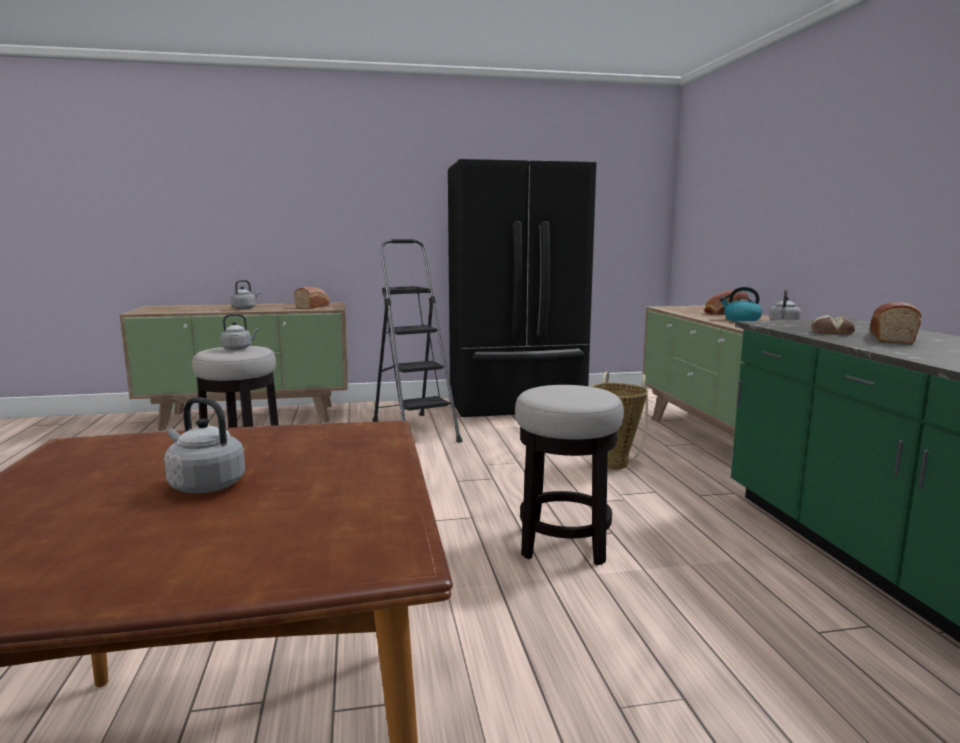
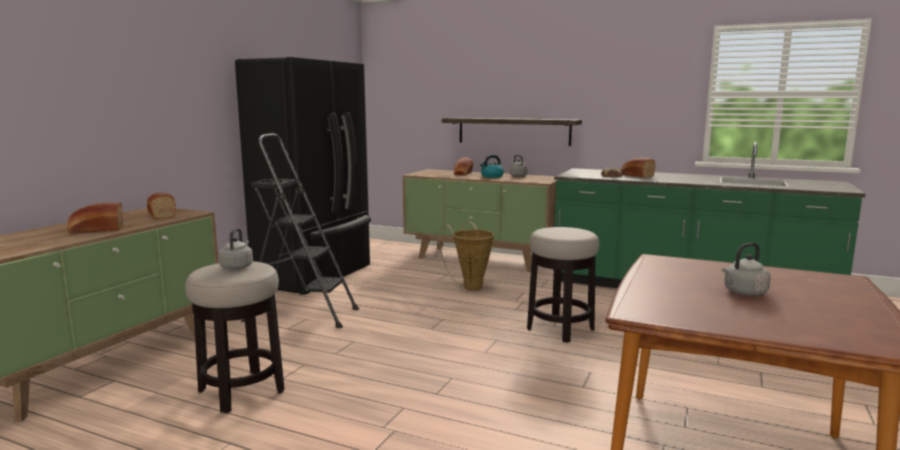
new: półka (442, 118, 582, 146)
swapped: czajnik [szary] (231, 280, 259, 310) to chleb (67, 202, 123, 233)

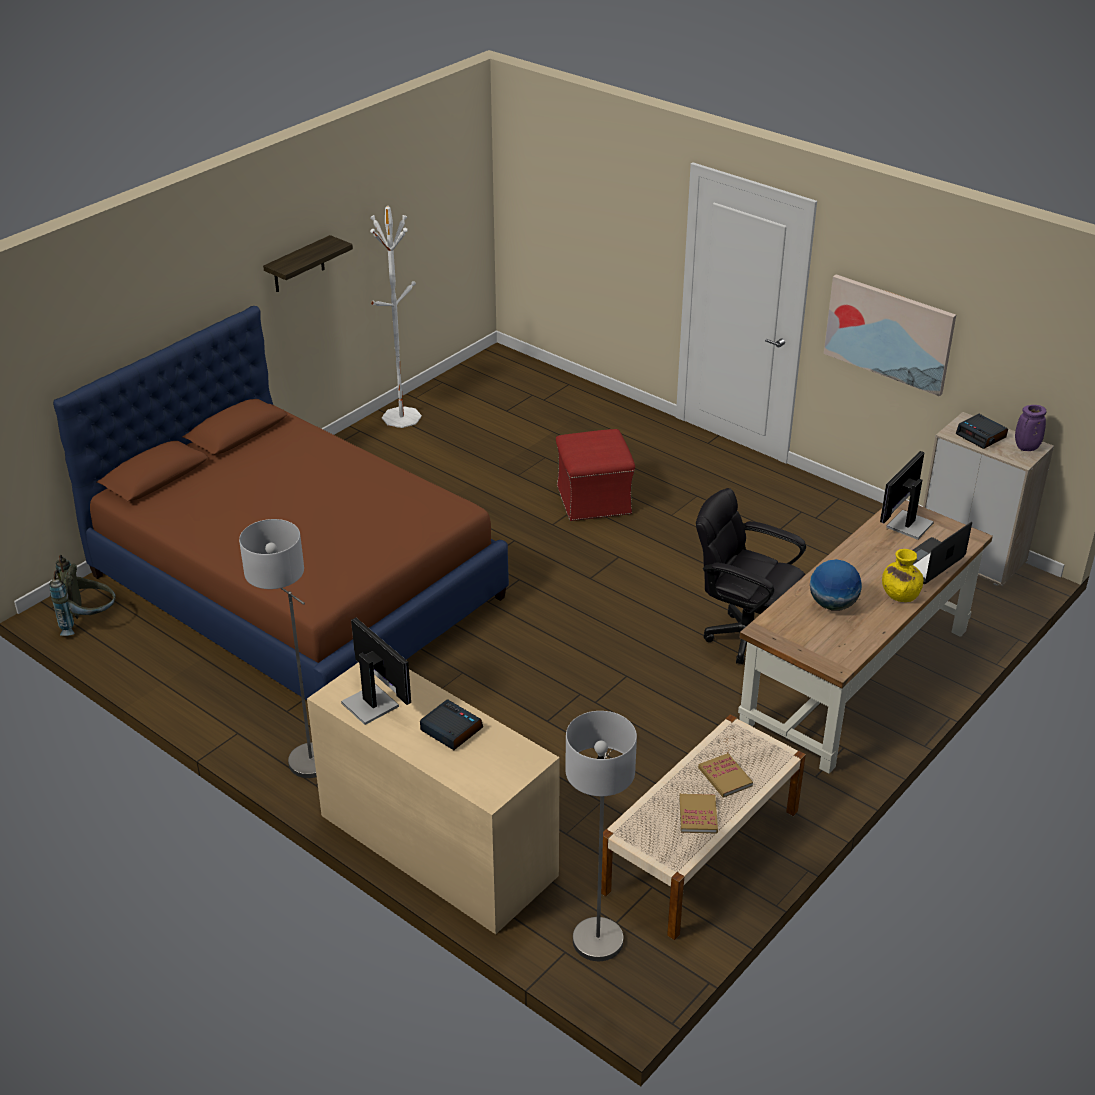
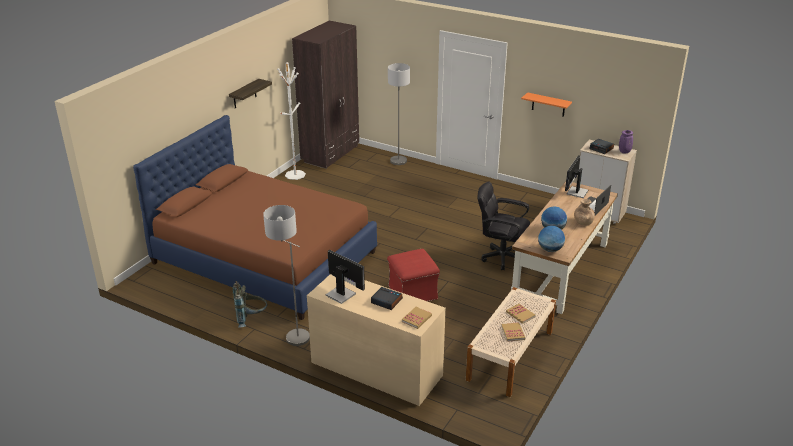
new: szafa [brązowy] (292, 21, 359, 169); książka (402, 307, 432, 329); globus (538, 226, 565, 252)
shifted: plecak [szary] (49, 555, 116, 636) to (233, 281, 267, 328); pufa [czerwony] (556, 429, 635, 521) to (387, 249, 440, 302); lampa stojąca [szary] (566, 711, 637, 961) to (388, 63, 410, 165)
swapped: obraz (824, 274, 956, 396) to półka [pomarańczowy] (521, 92, 572, 117)
repainted: wazon [żółty] (882, 549, 924, 602) to wazon [brązowy] (574, 199, 595, 225)

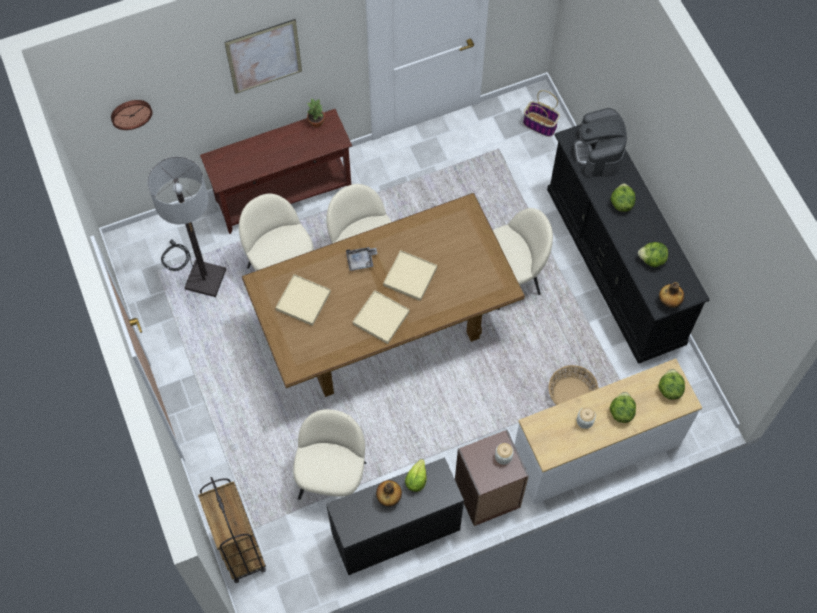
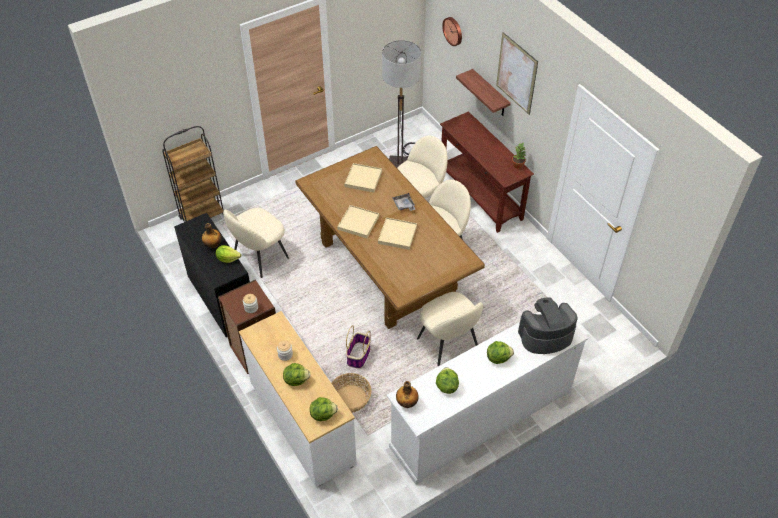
new: półka (456, 69, 511, 116)
shifted: koszyk (523, 90, 560, 137) to (346, 325, 371, 368)
repainted: szafka [czarny] (547, 124, 709, 364) to szafka [biały] (386, 307, 588, 485)
rotated: krzesło [beżowy] (293, 409, 367, 500) = (223, 208, 289, 278) 135 degrees clockwise

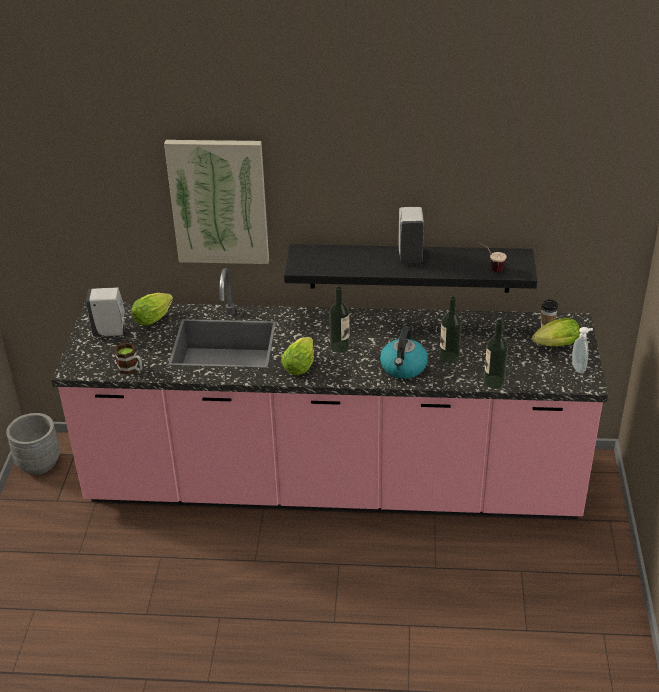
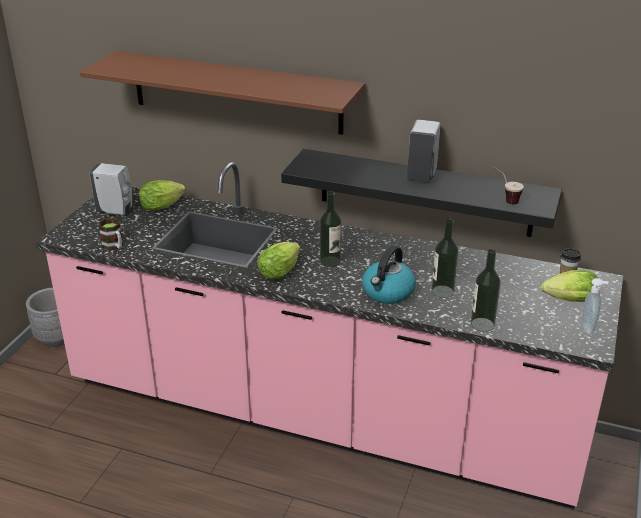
swapped: obraz (164, 140, 269, 264) to półka [brązowy] (80, 51, 365, 135)

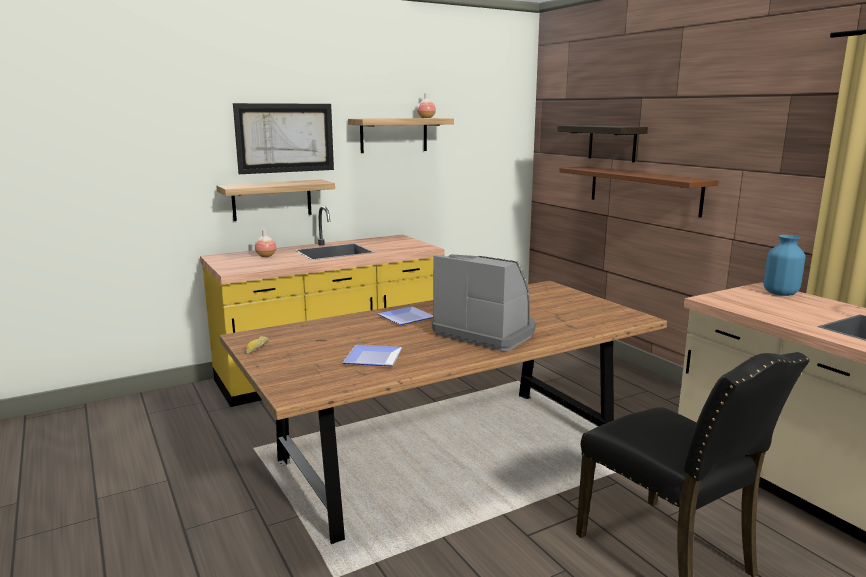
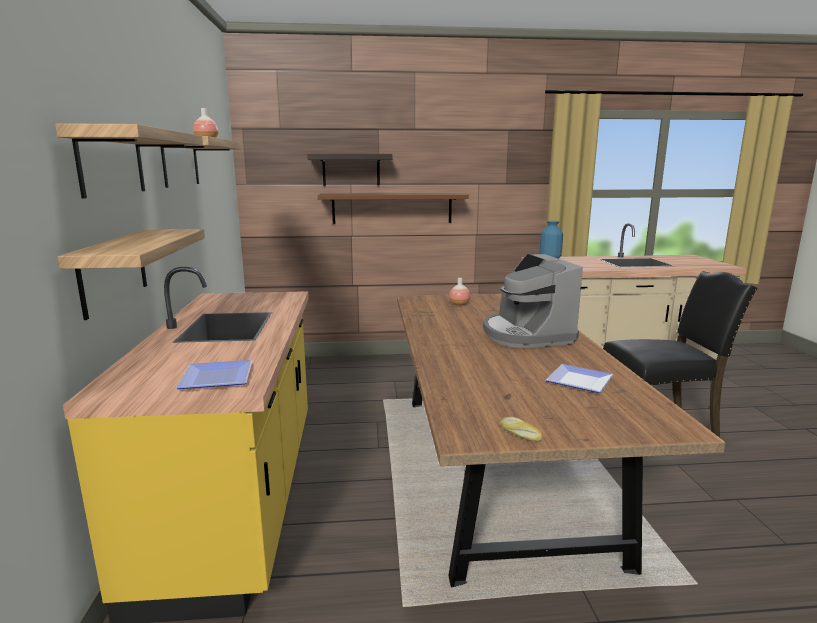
shifted: wazon (255, 229, 276, 257) to (449, 278, 470, 306); talerz (378, 306, 433, 325) to (176, 360, 252, 389)
swapped: obraz (233, 103, 334, 174) to półka (55, 123, 203, 198)
rotated: ekspres do kawy (432, 254, 536, 351) = (483, 254, 583, 348) 75 degrees counterclockwise

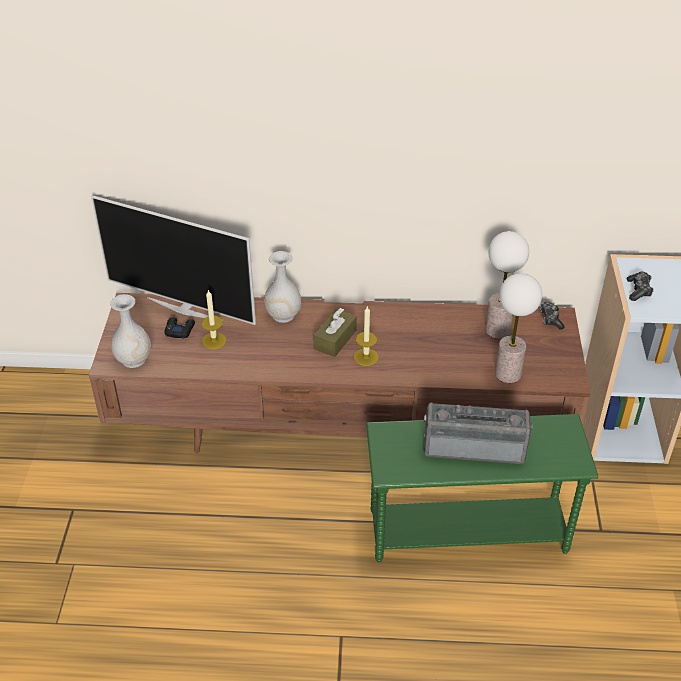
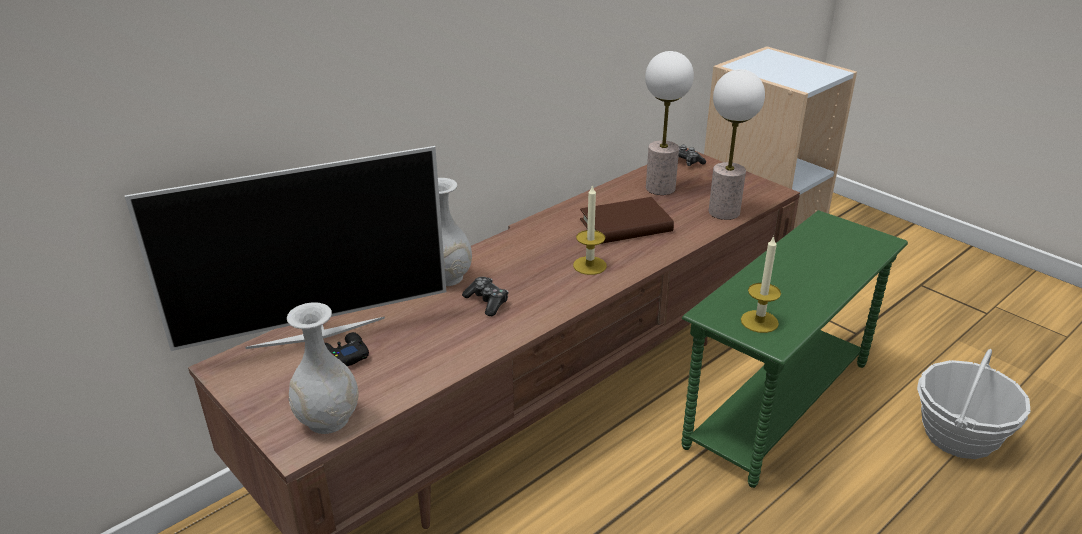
gone: pudełko chusteczek [brązowy] (314, 308, 357, 357); radio (424, 403, 533, 464)
new: książka [brązowy] (580, 197, 674, 244); koszyk (917, 349, 1031, 459)
shifted: świeca (201, 289, 227, 349) to (741, 236, 781, 333); pad do gier (627, 272, 654, 301) to (462, 277, 508, 316)

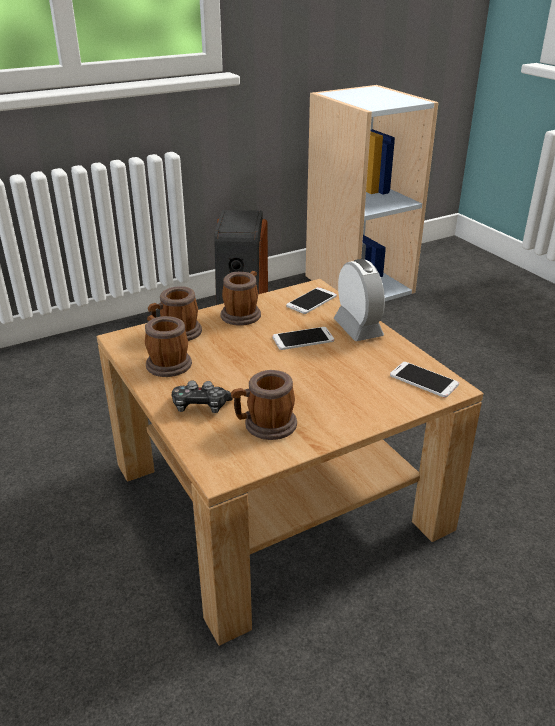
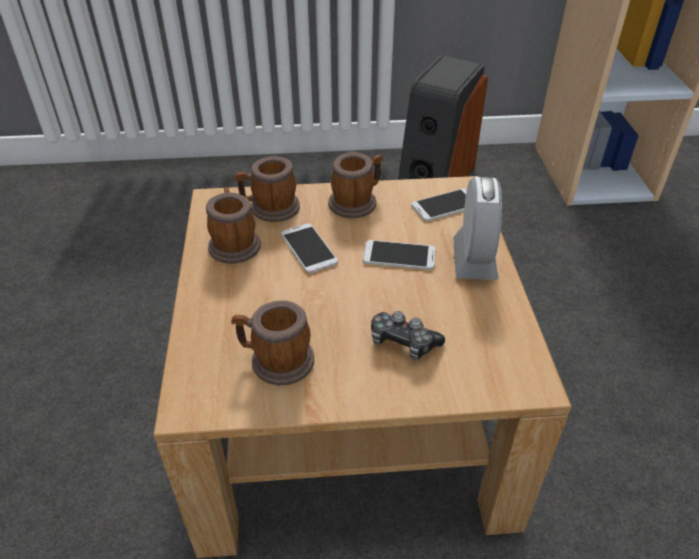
shifted: pad do gier (172, 380, 232, 413) to (371, 311, 445, 360); telefon (390, 362, 459, 398) to (281, 223, 338, 273)

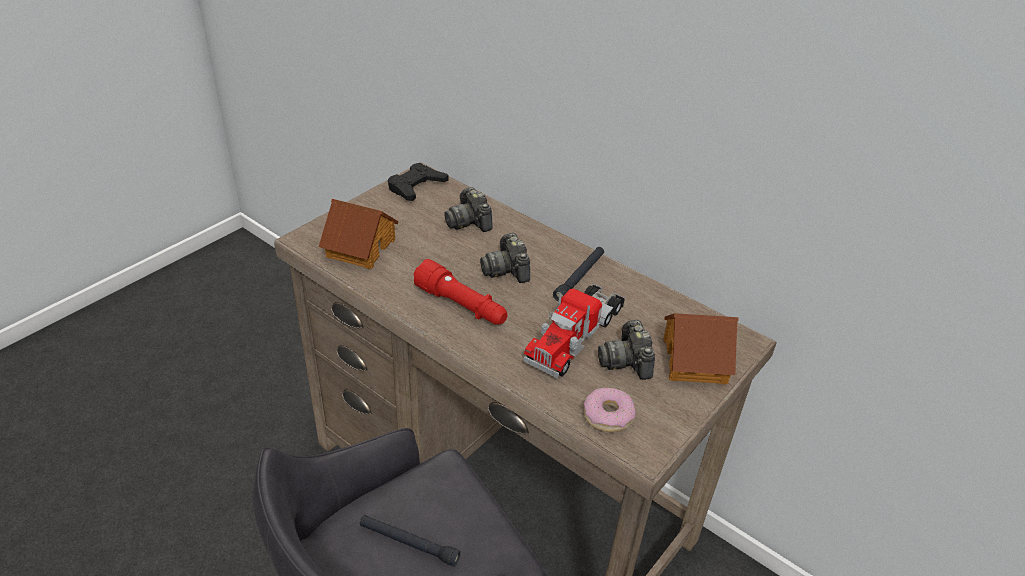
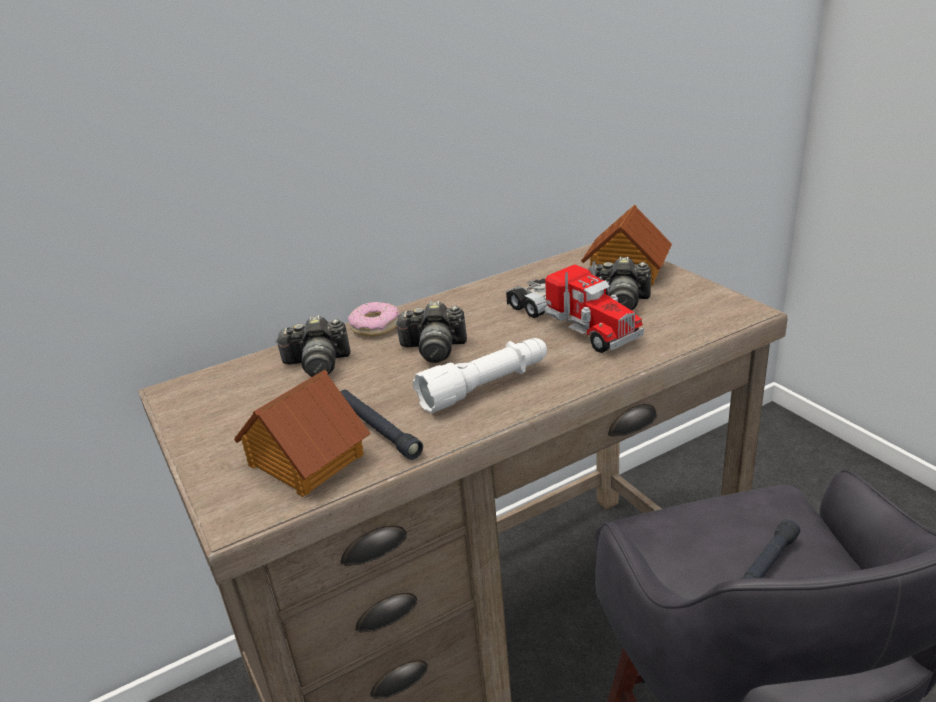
gone: pad do gier [czarny] (388, 163, 449, 201)
shifted: latarka [czarny] (553, 247, 604, 302) to (340, 390, 423, 460); donut (584, 387, 636, 432) to (348, 302, 399, 337)
repainted: latarka [czerwony] (413, 259, 508, 325) to latarka [biały] (413, 338, 547, 413)

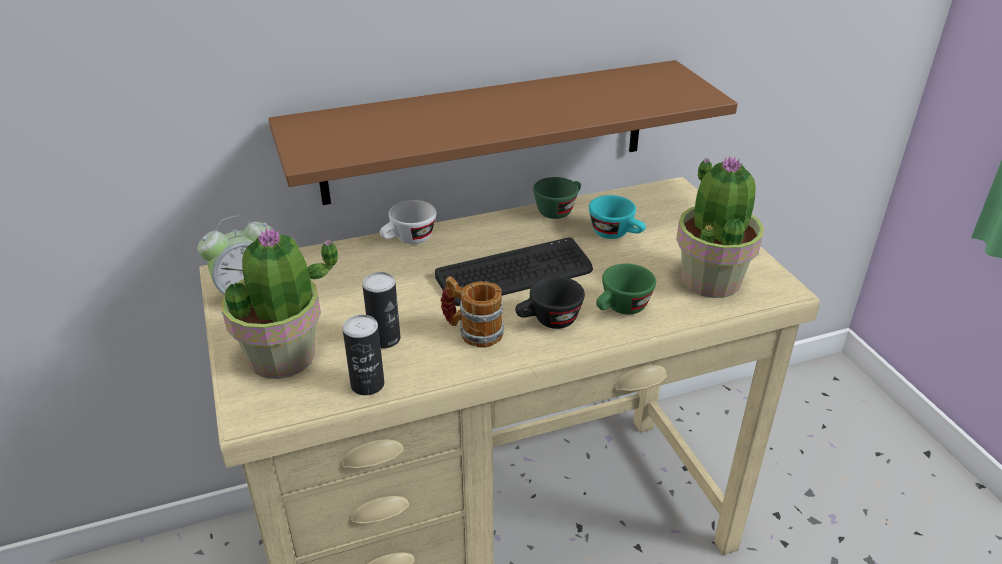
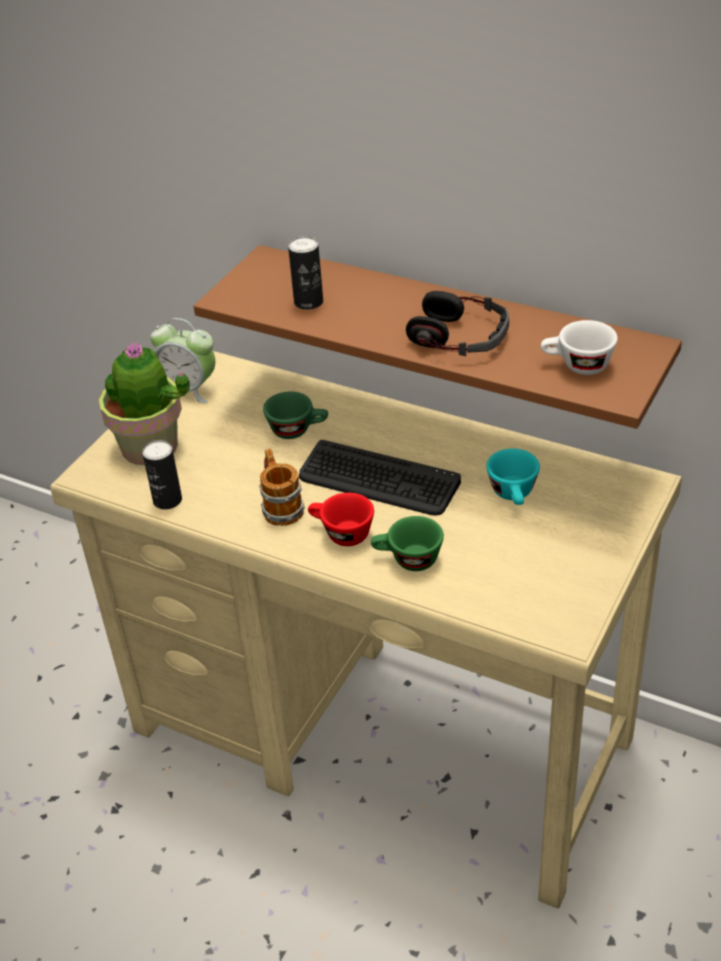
gone: roślina doniczkowa (676, 156, 764, 298)
new: słuchawki (406, 291, 509, 356)
shifted: puszka (362, 272, 400, 349) to (288, 236, 323, 310); filiżanka [biały] (380, 200, 436, 244) to (541, 320, 618, 375); filiżanka [zielony] (533, 177, 581, 219) to (263, 392, 328, 439)
repainted: filiżanka [czarny] (515, 276, 585, 329) to filiżanka [czerwony] (308, 493, 374, 546)

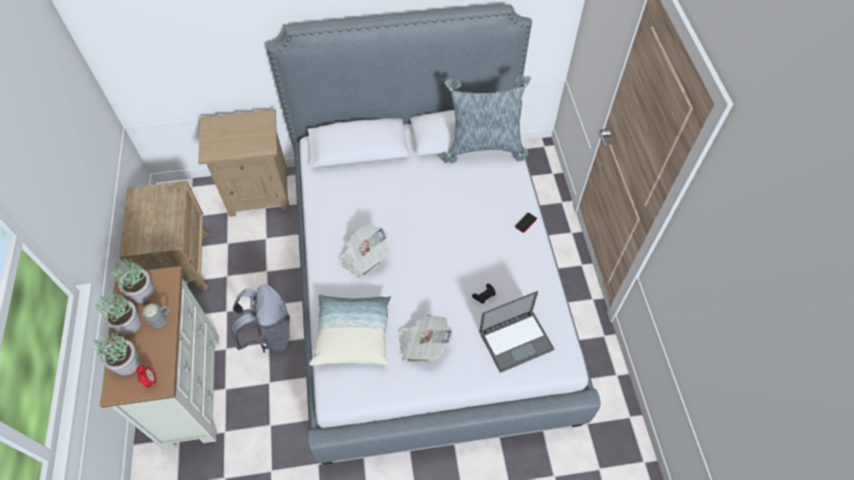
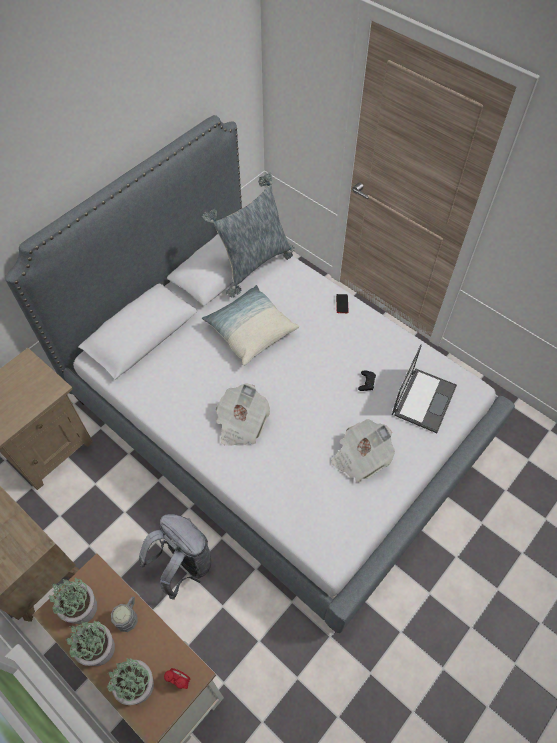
shifted: poduszka (309, 294, 391, 366) to (202, 285, 299, 366)

